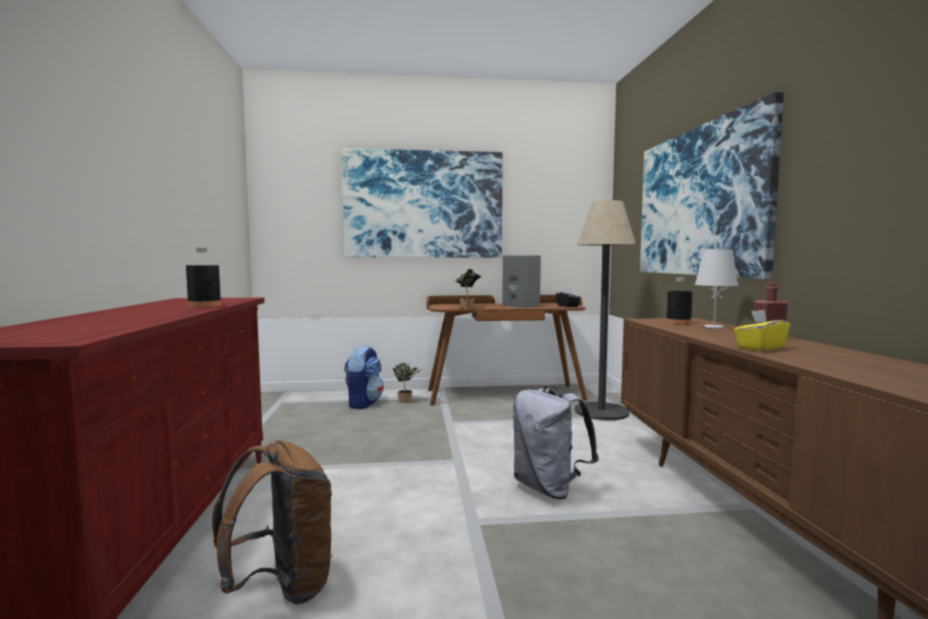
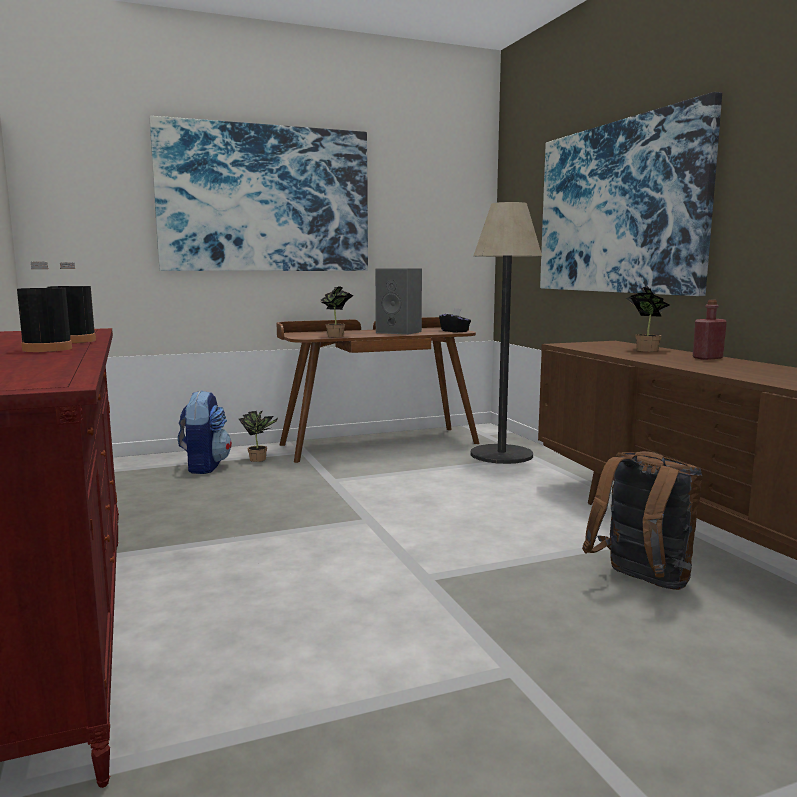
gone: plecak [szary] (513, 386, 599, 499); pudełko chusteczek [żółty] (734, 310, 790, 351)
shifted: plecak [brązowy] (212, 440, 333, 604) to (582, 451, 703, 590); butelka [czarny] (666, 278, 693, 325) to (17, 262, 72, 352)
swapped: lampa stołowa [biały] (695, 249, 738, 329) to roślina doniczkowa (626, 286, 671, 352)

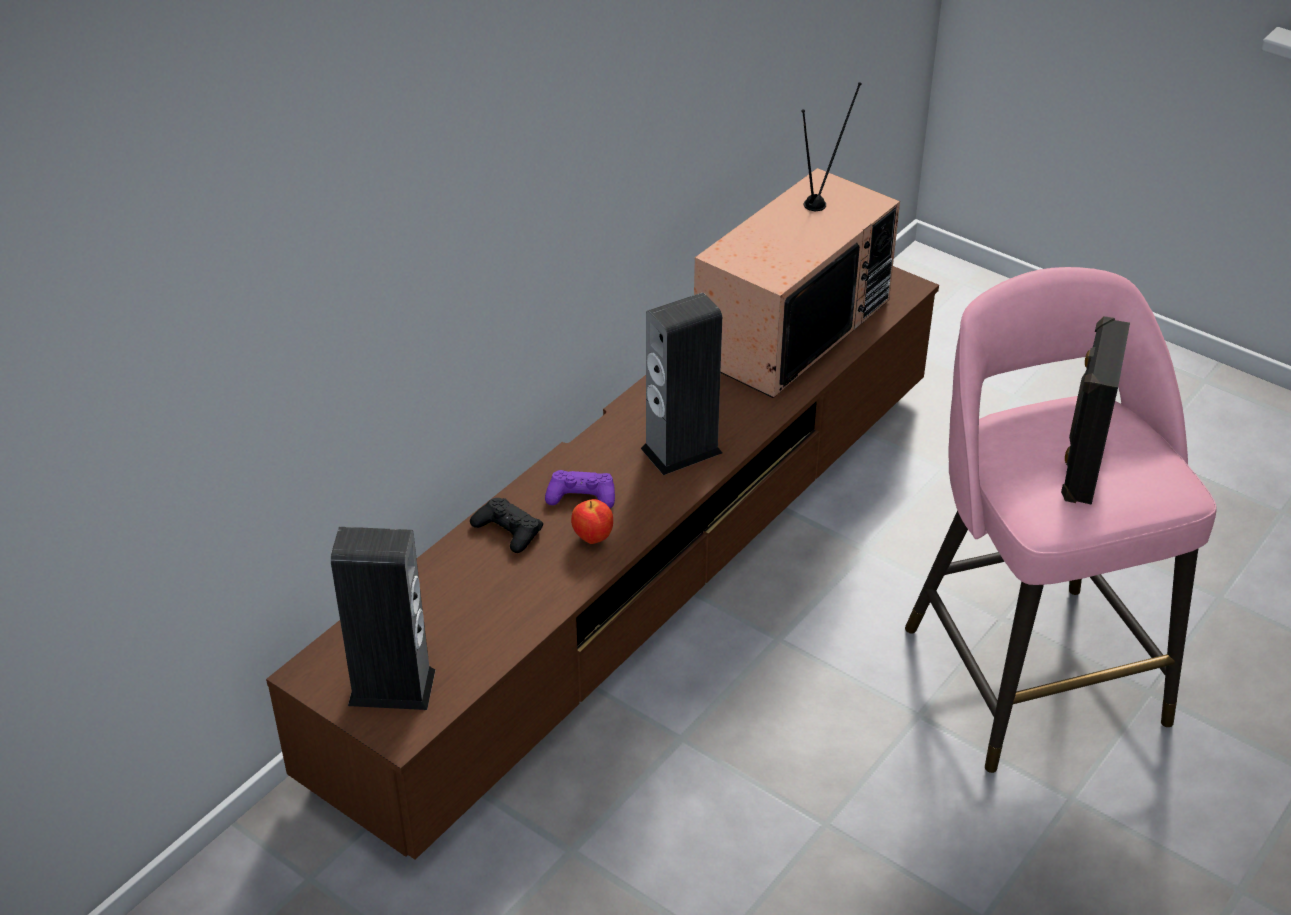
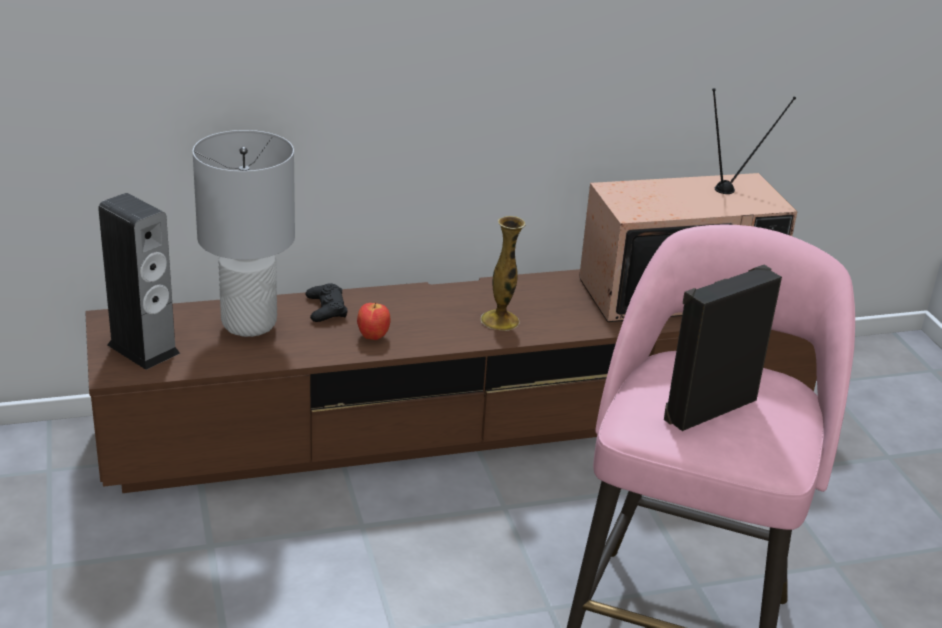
gone: pad do gier [fioletowy] (545, 470, 615, 508)
new: lampa stołowa [szary] (193, 130, 295, 337)
swapped: głośnik (641, 292, 722, 475) to wazon (481, 216, 526, 331)

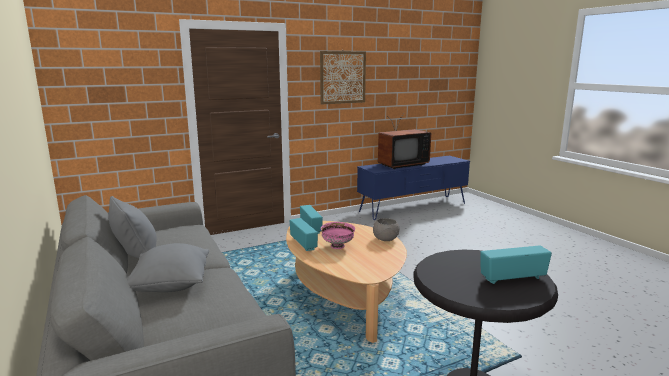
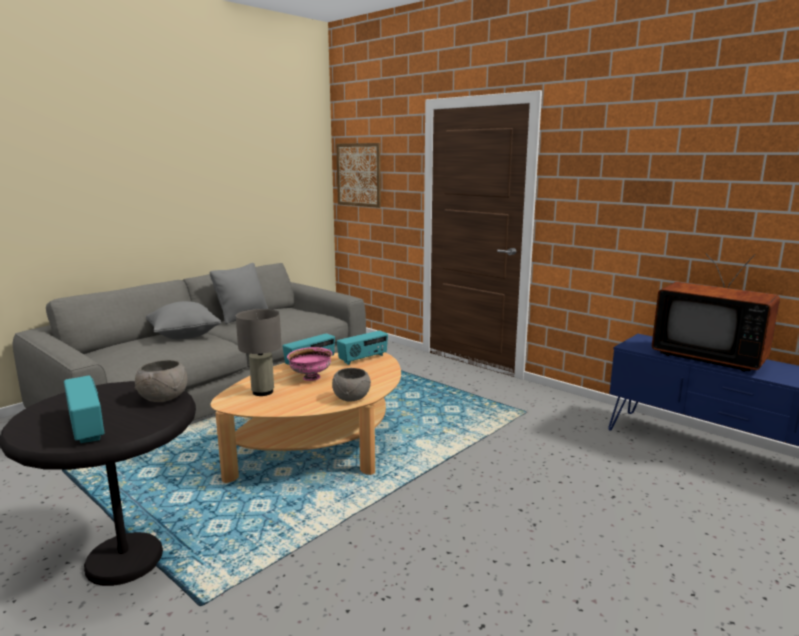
new: miska [szary] (135, 360, 188, 402); lampa stołowa [szary] (236, 309, 281, 396)
shifted: obraz (320, 51, 366, 105) to (336, 143, 381, 208)

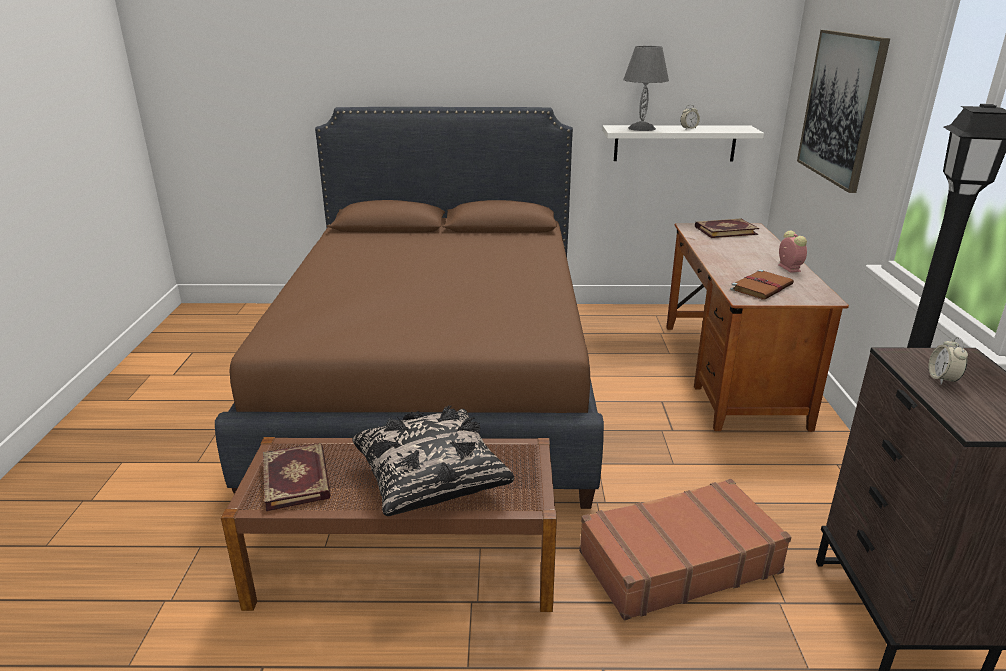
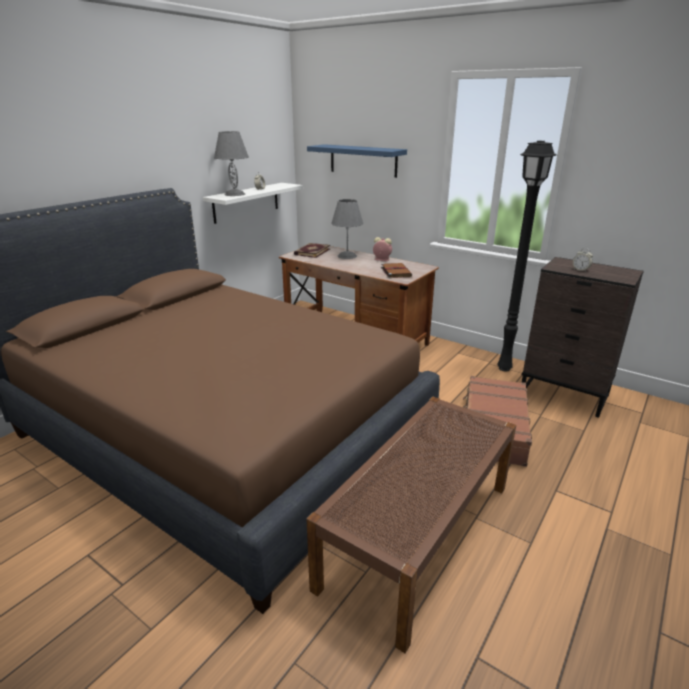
gone: książka (263, 443, 331, 511); poduszka [czarny] (352, 405, 514, 516)
new: lampa stołowa [szary] (331, 199, 363, 259)
swapped: obraz (797, 30, 890, 193) to półka [niebieski] (307, 144, 407, 178)

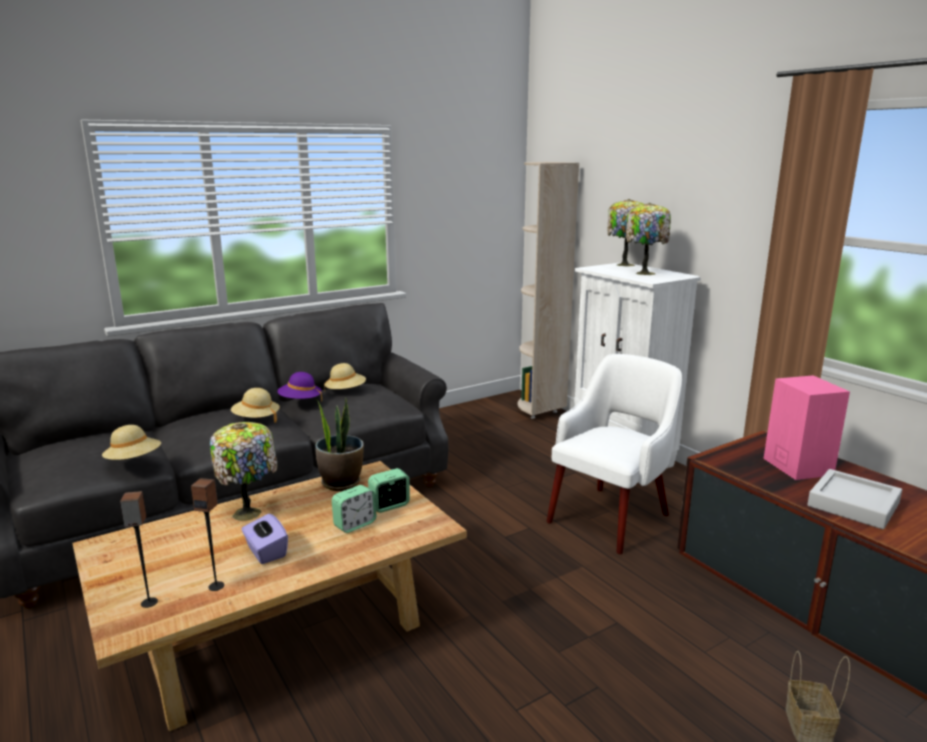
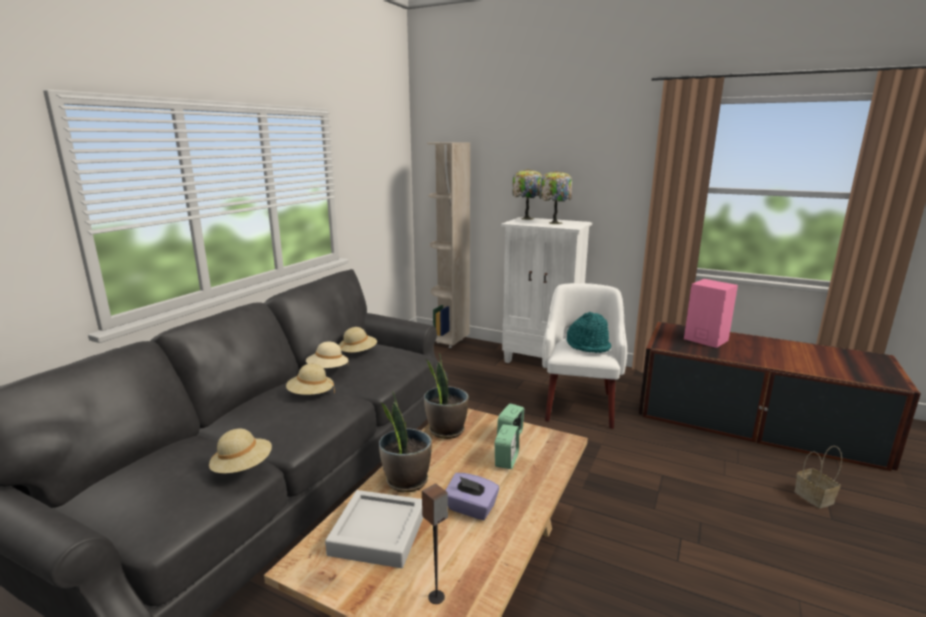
gone: głośnik (191, 478, 224, 591)
new: kapelusz [turkusowy] (567, 312, 611, 353)
shifted: taca [szary] (807, 469, 902, 529) to (325, 490, 424, 568)
swapped: lampa stołowa (210, 422, 277, 521) to roślina doniczkowa (379, 391, 432, 492)
repainted: kapelusz [fioletowy] (277, 372, 322, 402) to kapelusz [beżowy] (306, 341, 349, 368)

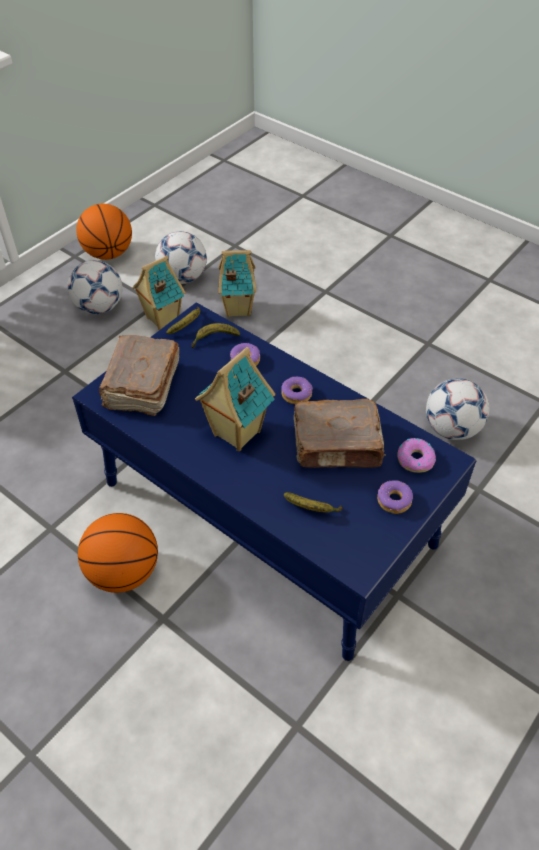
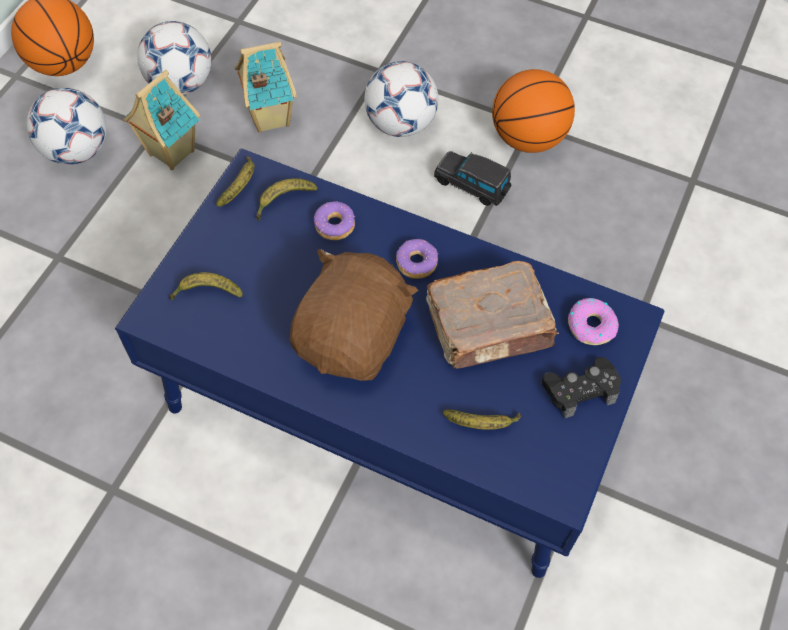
new: samochodzik [czarny] (434, 151, 511, 206)
shifted: piłka do koszykówki (78, 513, 158, 593) to (492, 69, 575, 153); piłka futbolowa (426, 378, 489, 440) to (365, 61, 438, 137)
swapped: książka [brązowy] (99, 335, 180, 416) to banan (169, 272, 243, 301); domek (195, 347, 275, 451) to pluszak [brązowy] (290, 249, 418, 381); donut (377, 480, 413, 514) to pad do gier [czarny] (542, 357, 621, 418)

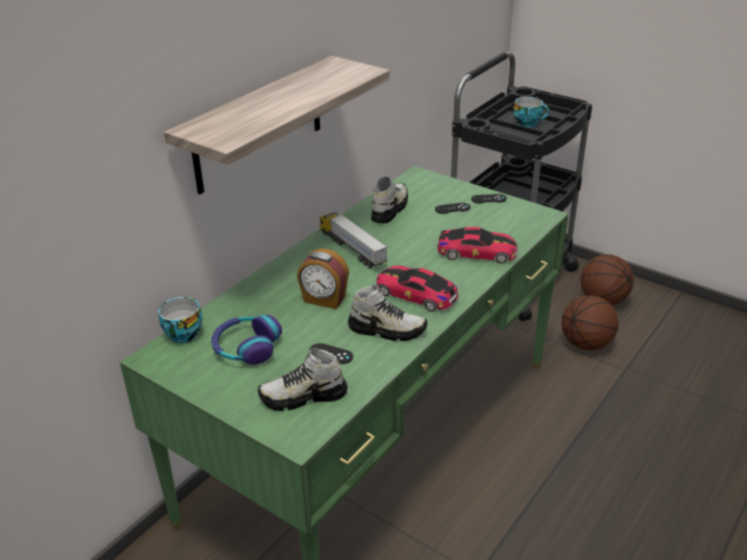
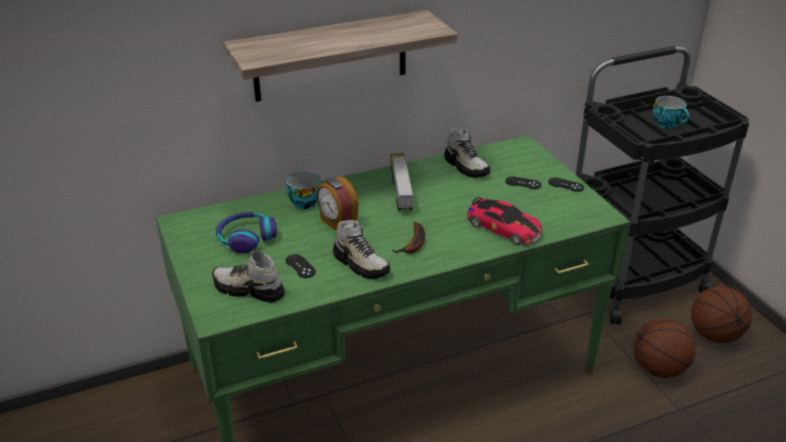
shifted: filiżanka (159, 297, 202, 343) to (287, 172, 321, 209)
swapped: samochodzik (376, 266, 458, 312) to banan (392, 222, 425, 254)
rotated: but (371, 176, 408, 224) = (444, 128, 490, 178) 90 degrees clockwise

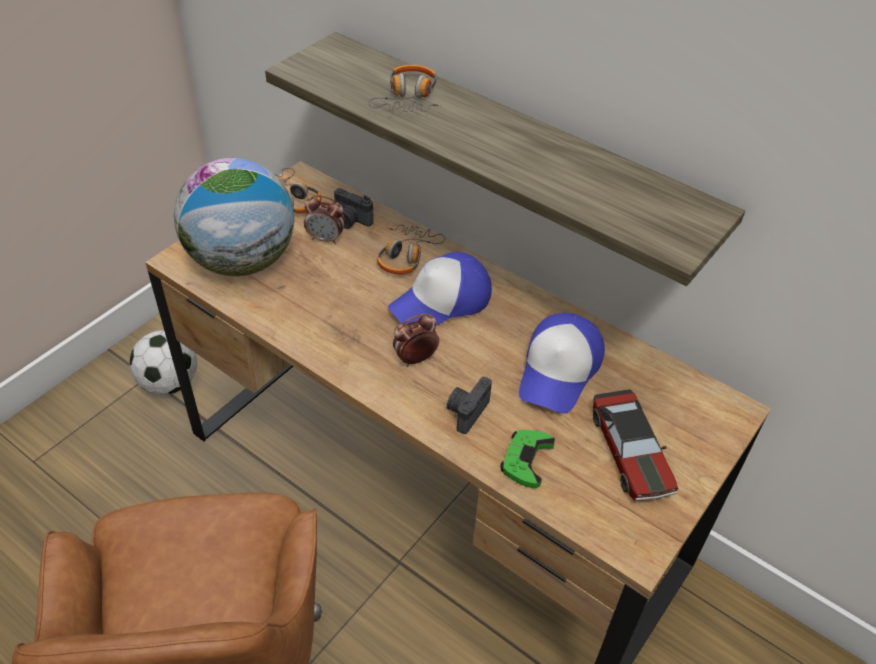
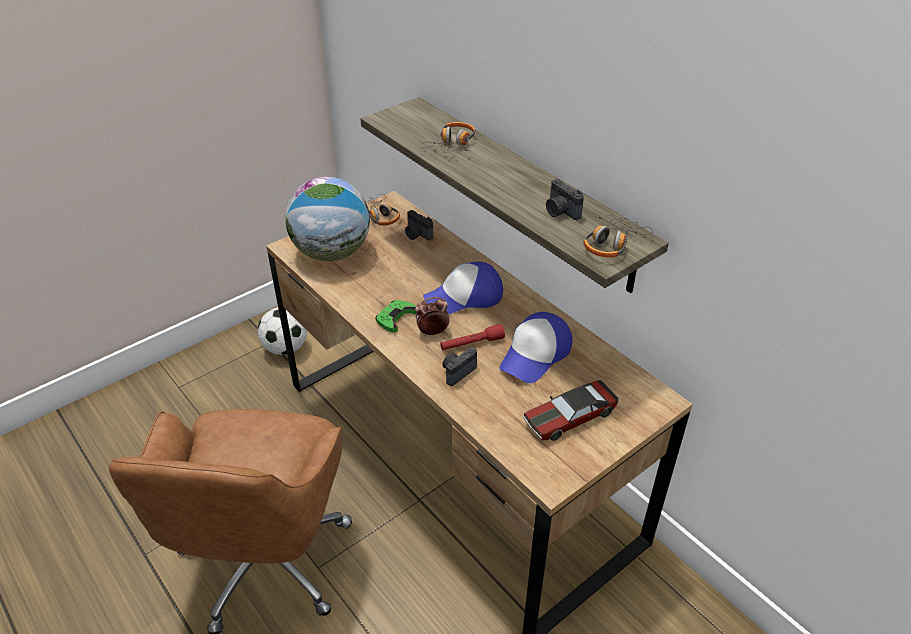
gone: budzik (304, 195, 345, 244)
new: latarka [czerwony] (440, 324, 505, 350); aparat fotograficzny (546, 179, 584, 220)
shifted: słuchawki (377, 224, 445, 274) to (584, 215, 652, 257); pad do gier [zielony] (500, 430, 555, 488) to (375, 300, 416, 333)
rotated: samochodzik (593, 389, 678, 501) = (523, 380, 619, 441) 60 degrees clockwise

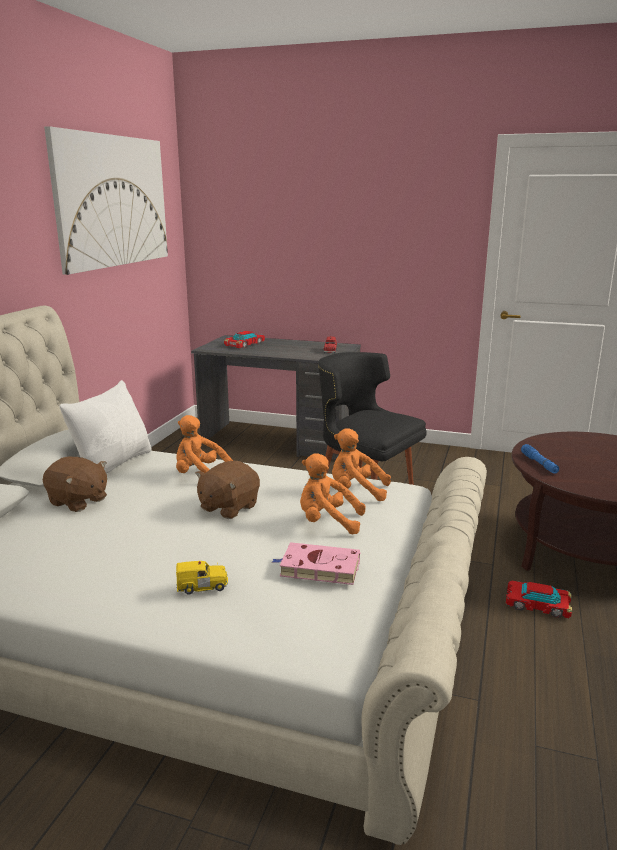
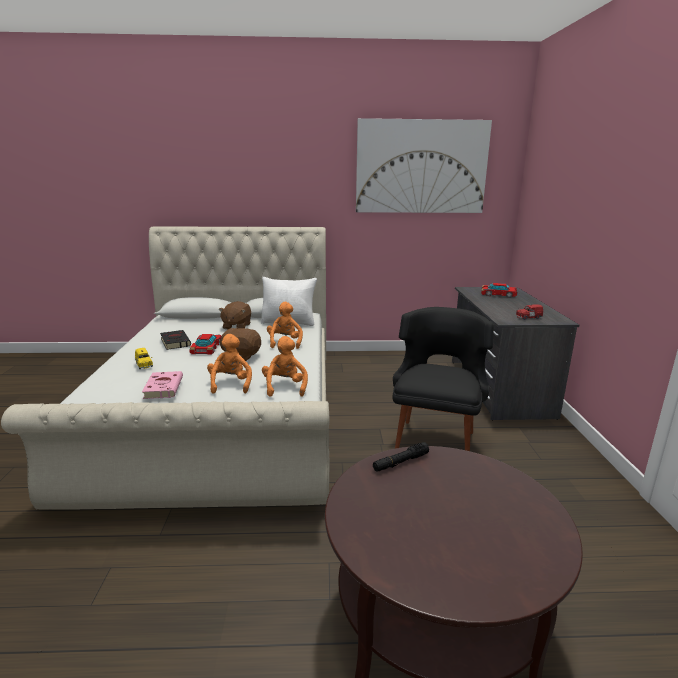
new: książka [czarny] (160, 330, 191, 350)
shifted: samochodzik (506, 581, 572, 618) to (189, 334, 222, 354)
repainted: latarka [niebieski] (521, 444, 559, 474) to latarka [czarny] (373, 442, 429, 472)

